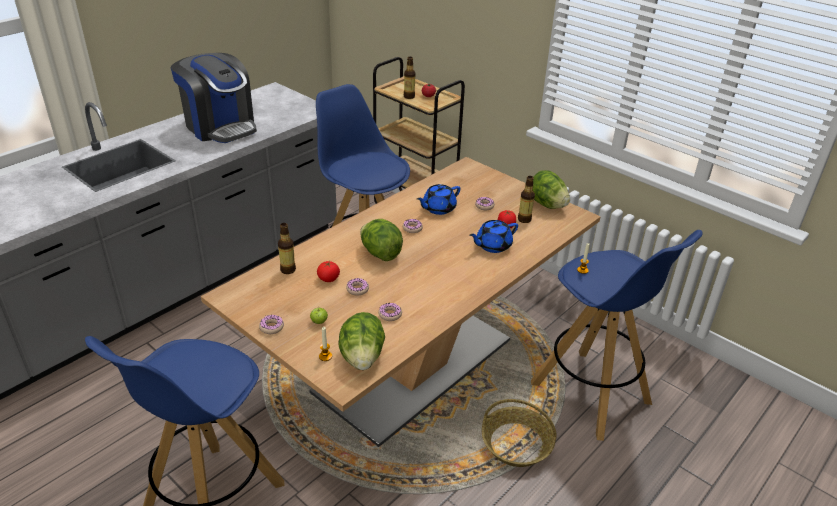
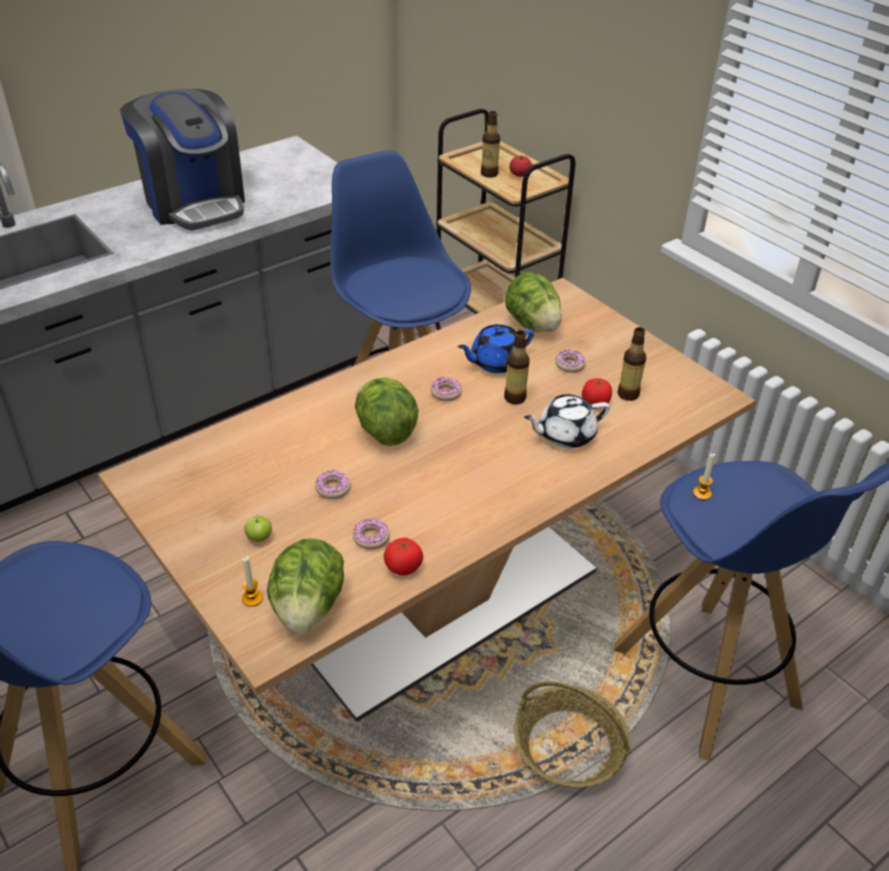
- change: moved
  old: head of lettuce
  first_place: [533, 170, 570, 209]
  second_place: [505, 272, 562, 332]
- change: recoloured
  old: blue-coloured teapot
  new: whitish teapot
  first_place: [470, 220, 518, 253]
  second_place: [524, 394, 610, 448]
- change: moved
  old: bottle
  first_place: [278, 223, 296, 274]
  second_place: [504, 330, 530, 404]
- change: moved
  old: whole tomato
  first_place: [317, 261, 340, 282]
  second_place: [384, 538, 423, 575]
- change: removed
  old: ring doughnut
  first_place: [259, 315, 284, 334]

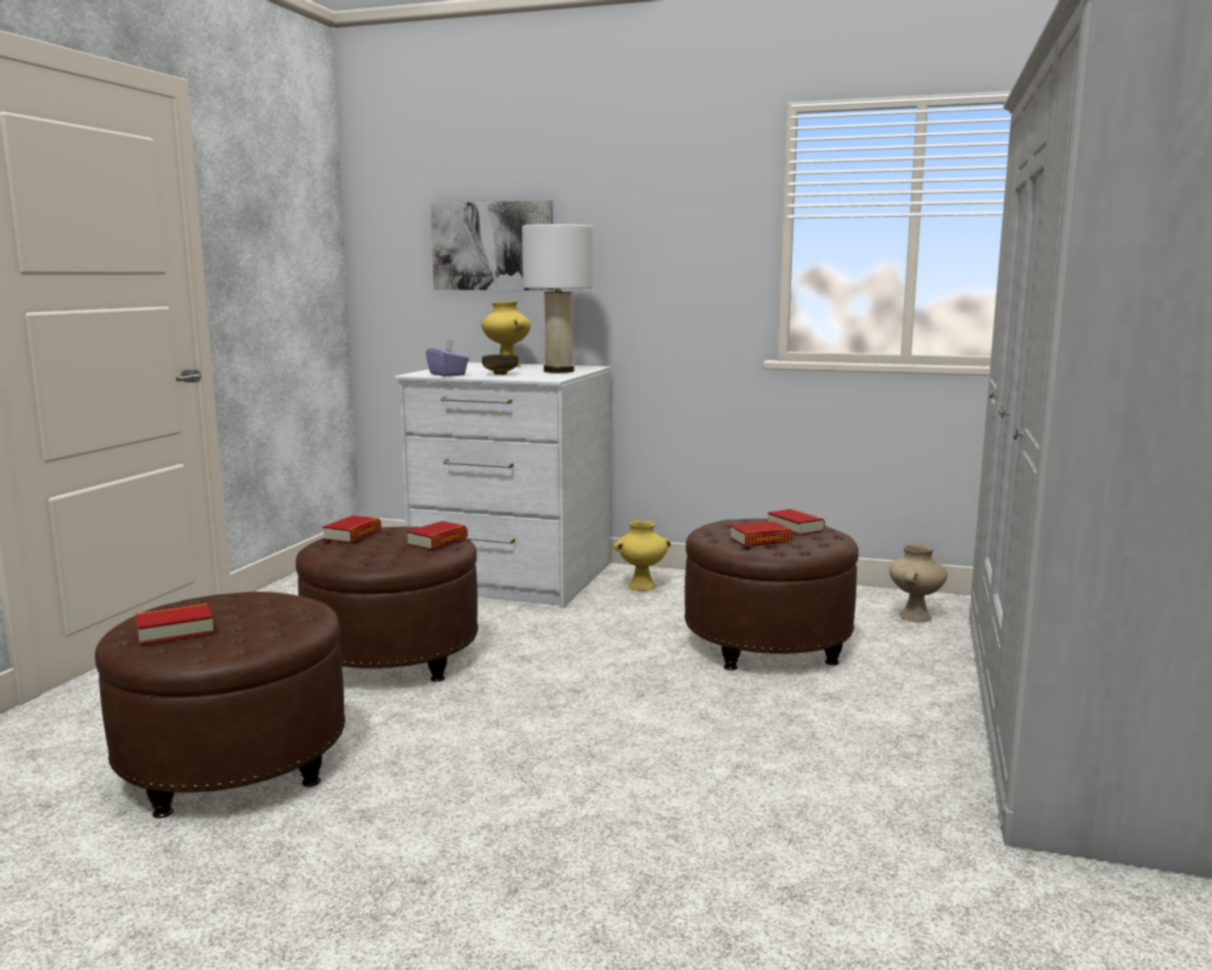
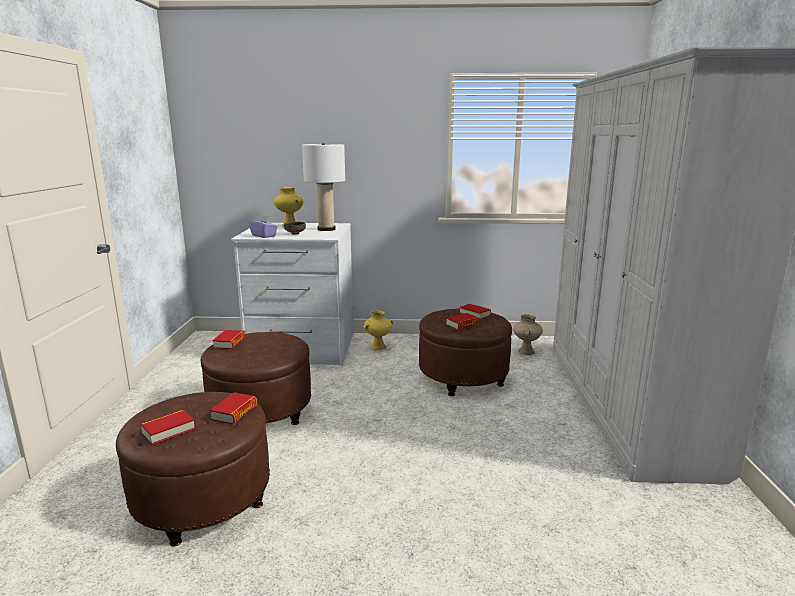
- change: removed
  old: wall picture
  first_place: [431, 200, 554, 290]
- change: moved
  old: bound book
  first_place: [406, 521, 468, 550]
  second_place: [210, 392, 258, 424]

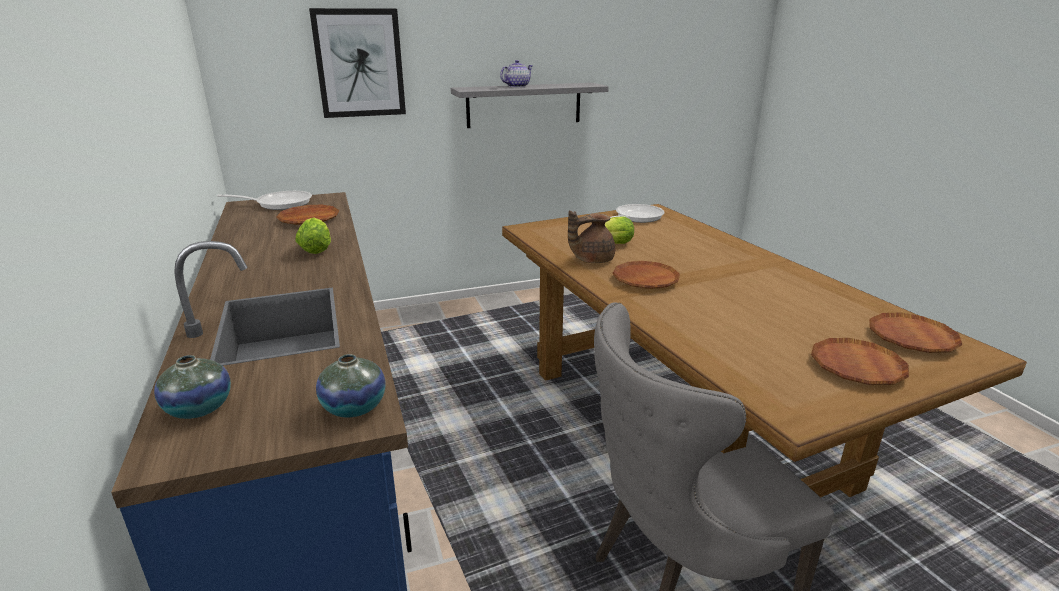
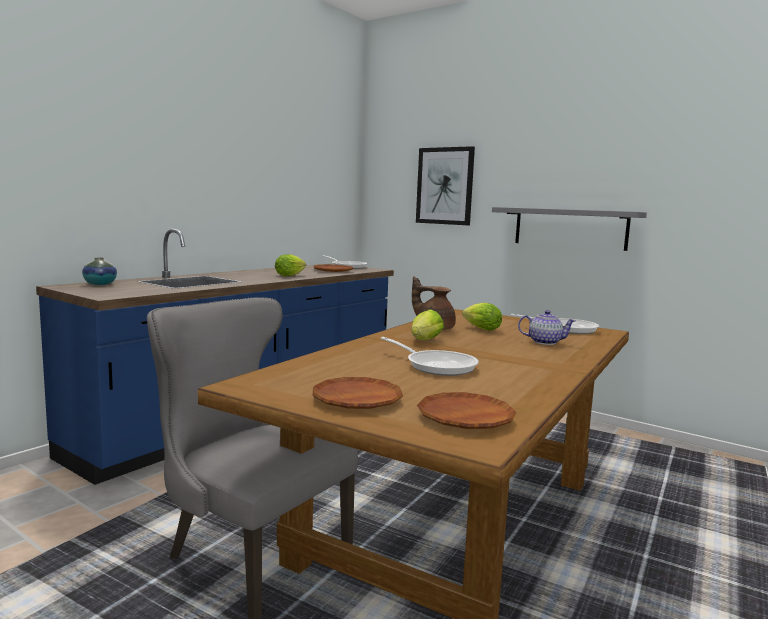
- change: moved
  old: teapot
  first_place: [500, 60, 533, 88]
  second_place: [518, 310, 576, 345]
- change: replaced
  old: brown-coloured dinner plate
  new: head of lettuce
  first_place: [612, 261, 680, 289]
  second_place: [411, 310, 444, 340]
- change: removed
  old: decorative vase
  first_place: [316, 354, 386, 418]
- change: added
  new: skillet
  second_place: [380, 337, 479, 376]

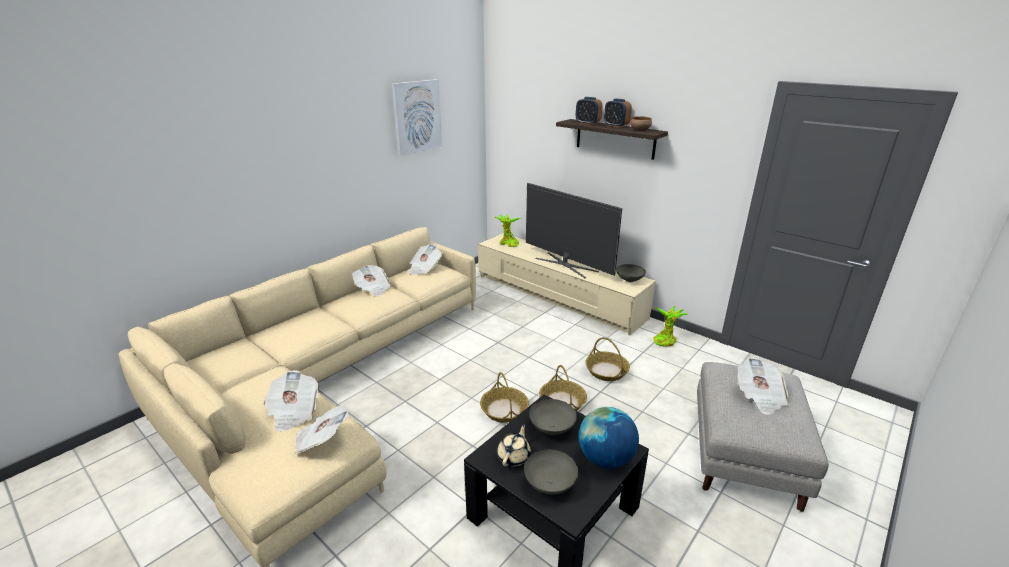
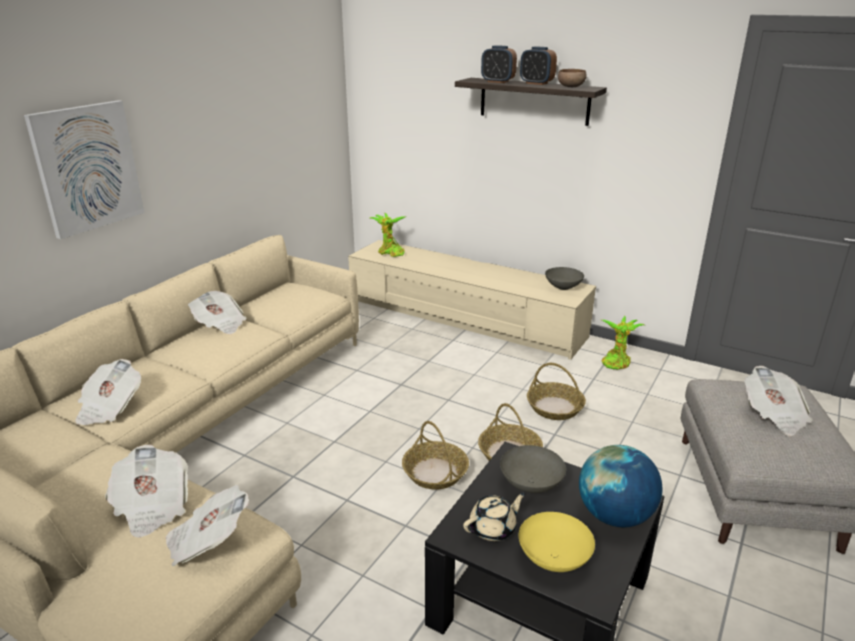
- change: moved
  old: wall picture
  first_place: [392, 79, 442, 156]
  second_place: [24, 100, 145, 239]
- change: removed
  old: television
  first_place: [526, 183, 622, 278]
- change: moved
  old: newspaper
  first_place: [409, 244, 442, 274]
  second_place: [75, 359, 141, 425]
- change: turned
  old: beige teapot
  first_place: [497, 423, 531, 466]
  second_place: [463, 492, 526, 541]
  degrees: 45
- change: recoloured
  old: grey deep dish
  new: yellow-coloured deep dish
  first_place: [524, 450, 578, 495]
  second_place: [519, 512, 595, 572]

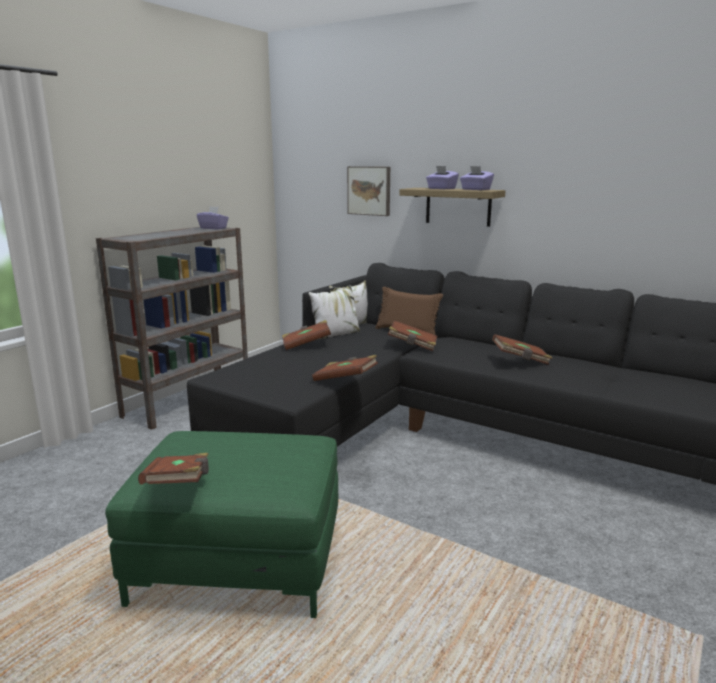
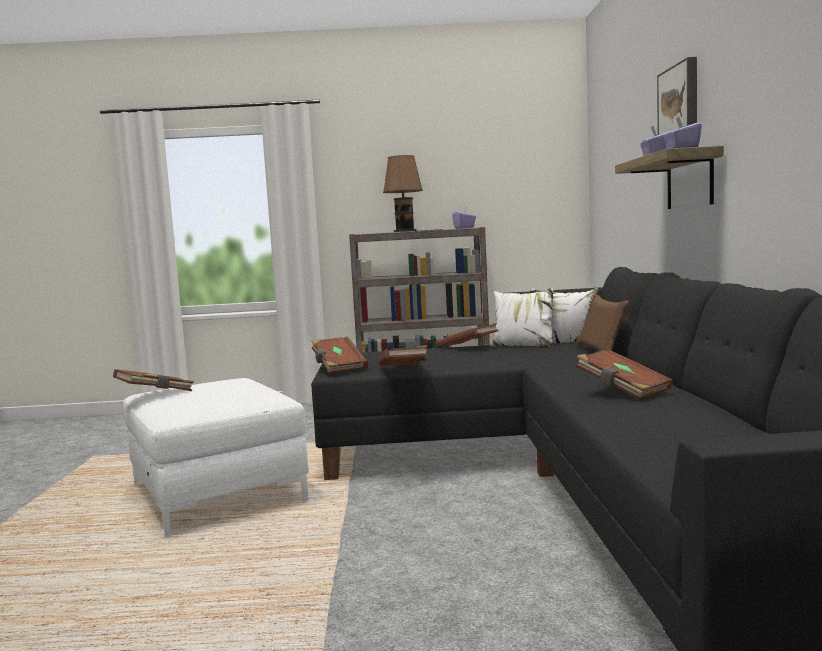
- change: moved
  old: wall picture
  first_place: [347, 166, 390, 216]
  second_place: [657, 57, 697, 135]
- change: moved
  old: brown-coloured bound book
  first_place: [388, 320, 437, 351]
  second_place: [311, 337, 368, 374]
- change: recoloured
  old: green pouffe
  new: whitish pouffe
  first_place: [105, 431, 339, 618]
  second_place: [123, 378, 309, 537]
- change: added
  new: brown-coloured tabletop lamp
  second_place: [383, 155, 442, 232]

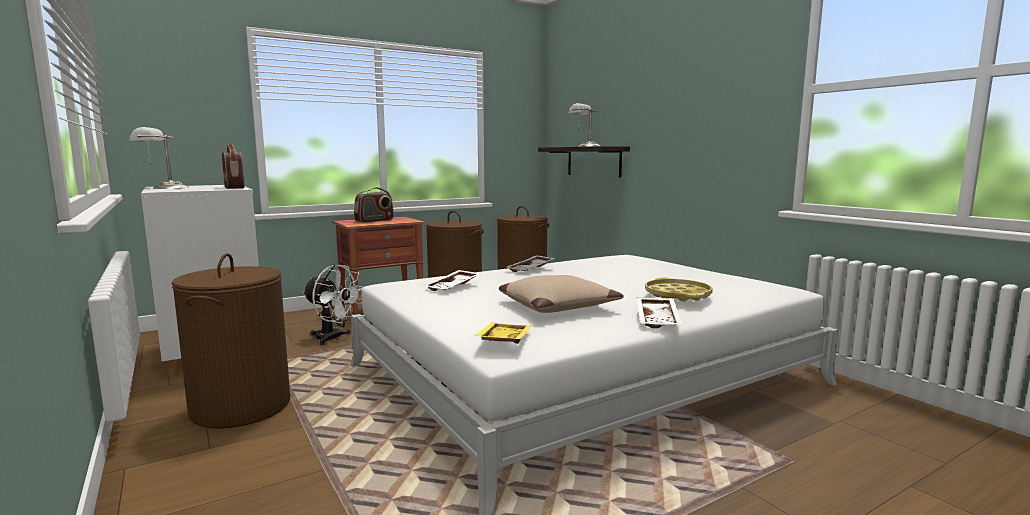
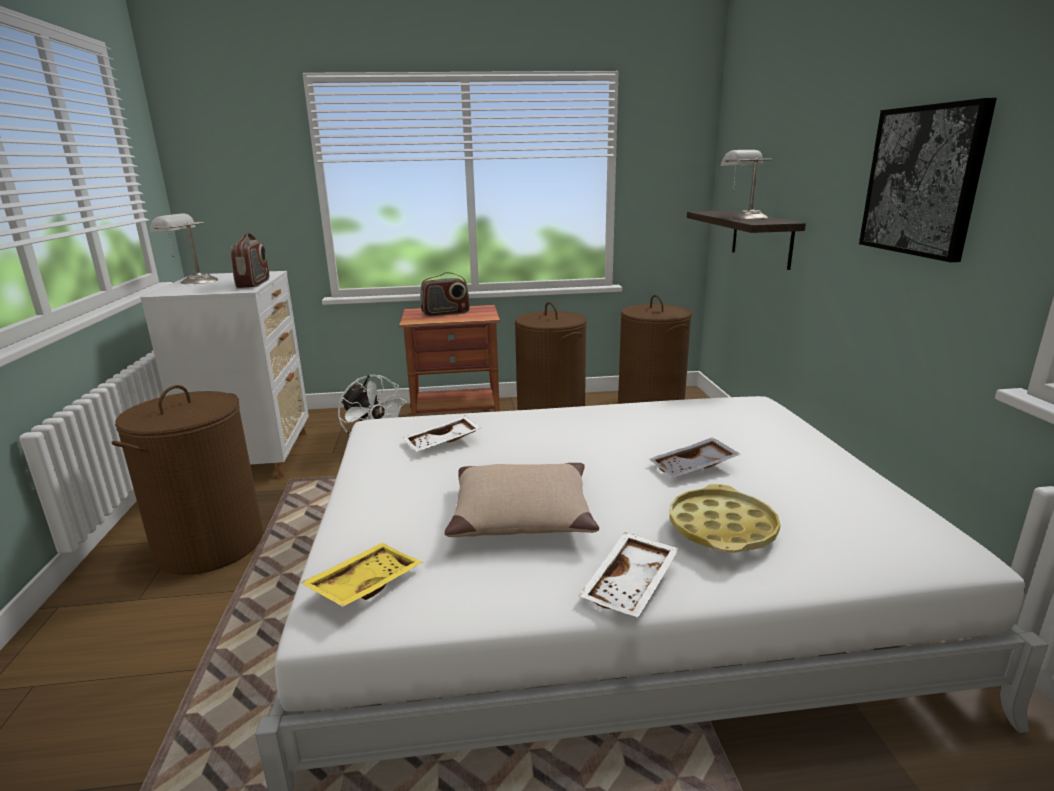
- change: moved
  old: grey serving tray
  first_place: [507, 255, 555, 272]
  second_place: [649, 437, 740, 477]
- change: added
  new: wall picture
  second_place: [859, 98, 997, 262]

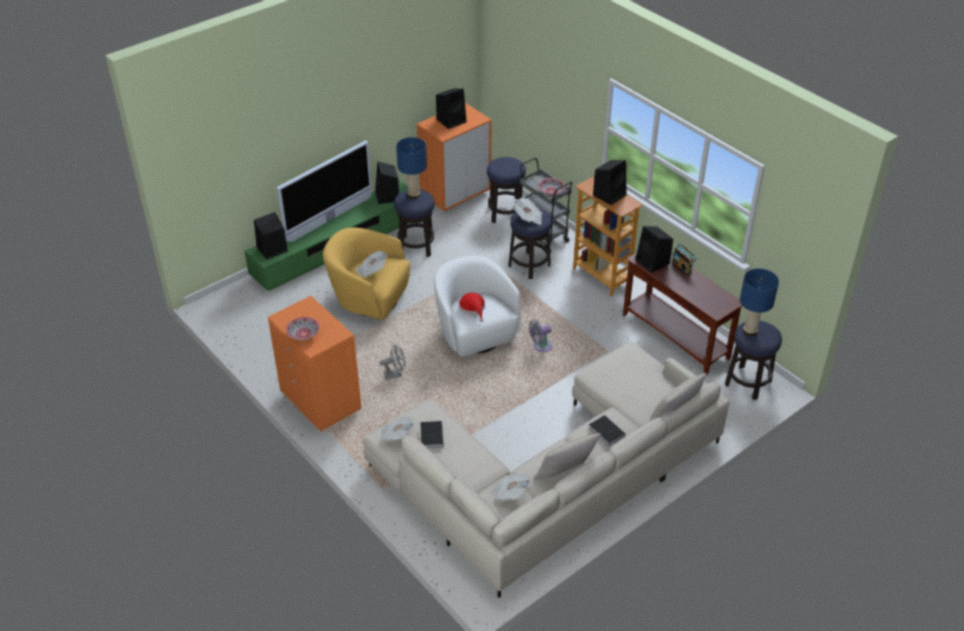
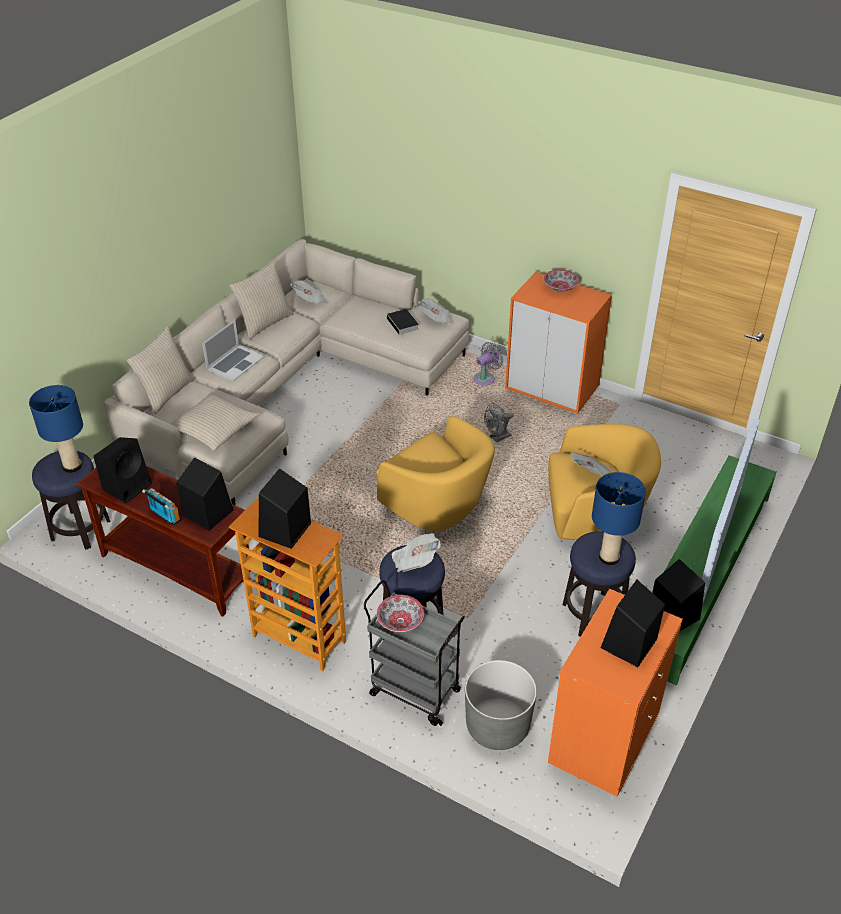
- change: replaced
  old: stool
  new: grey plant pot
  first_place: [487, 157, 526, 223]
  second_place: [465, 660, 537, 750]
- change: moved
  old: black-coloured speaker
  first_place: [254, 212, 288, 259]
  second_place: [93, 437, 152, 503]
- change: recoloured
  old: whitish armchair
  new: yellow-coloured armchair
  first_place: [434, 256, 521, 357]
  second_place: [376, 416, 495, 531]
- change: removed
  old: red-coloured clothing hat
  first_place: [459, 293, 485, 322]
- change: moved
  old: grey cooling fan
  first_place: [529, 319, 553, 352]
  second_place: [473, 342, 503, 386]
- change: replaced
  old: bound book
  new: portable computer
  first_place: [588, 415, 625, 447]
  second_place: [202, 320, 265, 382]
- change: added
  new: beige cushion
  second_place: [169, 392, 260, 451]

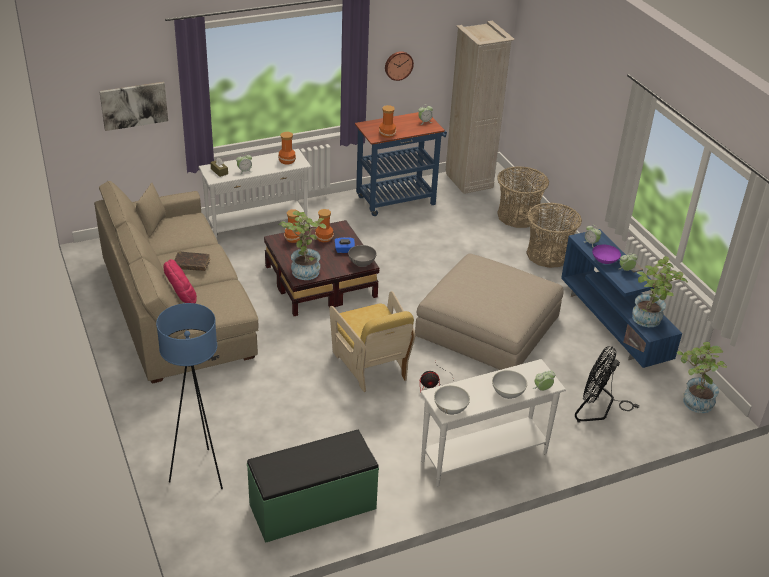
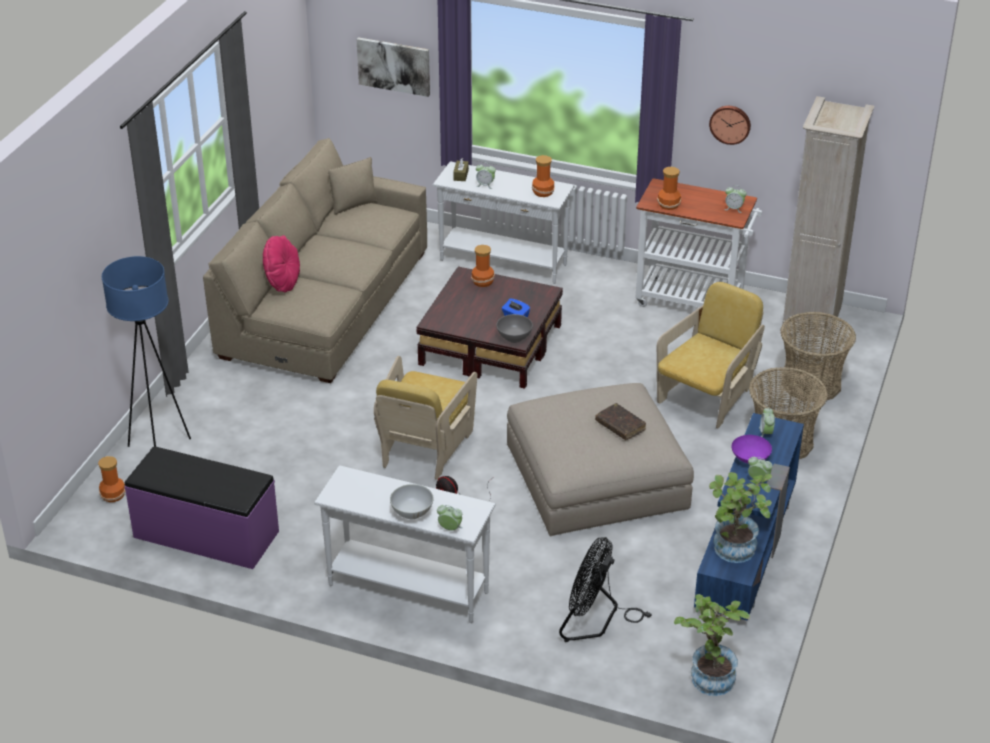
- change: recoloured
  old: blue-coloured wheeled cart
  new: whitish wheeled cart
  first_place: [355, 112, 447, 216]
  second_place: [635, 178, 762, 307]
- change: moved
  old: decorative vase
  first_place: [315, 209, 334, 242]
  second_place: [98, 456, 126, 502]
- change: removed
  old: plant in a pot
  first_place: [279, 211, 326, 280]
- change: moved
  old: brown-coloured bound book
  first_place: [174, 251, 210, 271]
  second_place: [595, 403, 646, 440]
- change: turned
  old: black-coloured cooling fan
  first_place: [575, 346, 640, 422]
  second_place: [559, 537, 651, 642]
  degrees: -45
- change: removed
  old: whitish deep dish
  first_place: [434, 385, 470, 415]
- change: recoloured
  old: green bench
  new: purplish bench
  first_place: [247, 430, 379, 543]
  second_place: [125, 446, 279, 569]
- change: added
  new: yellow-coloured armchair
  second_place: [657, 282, 765, 428]

